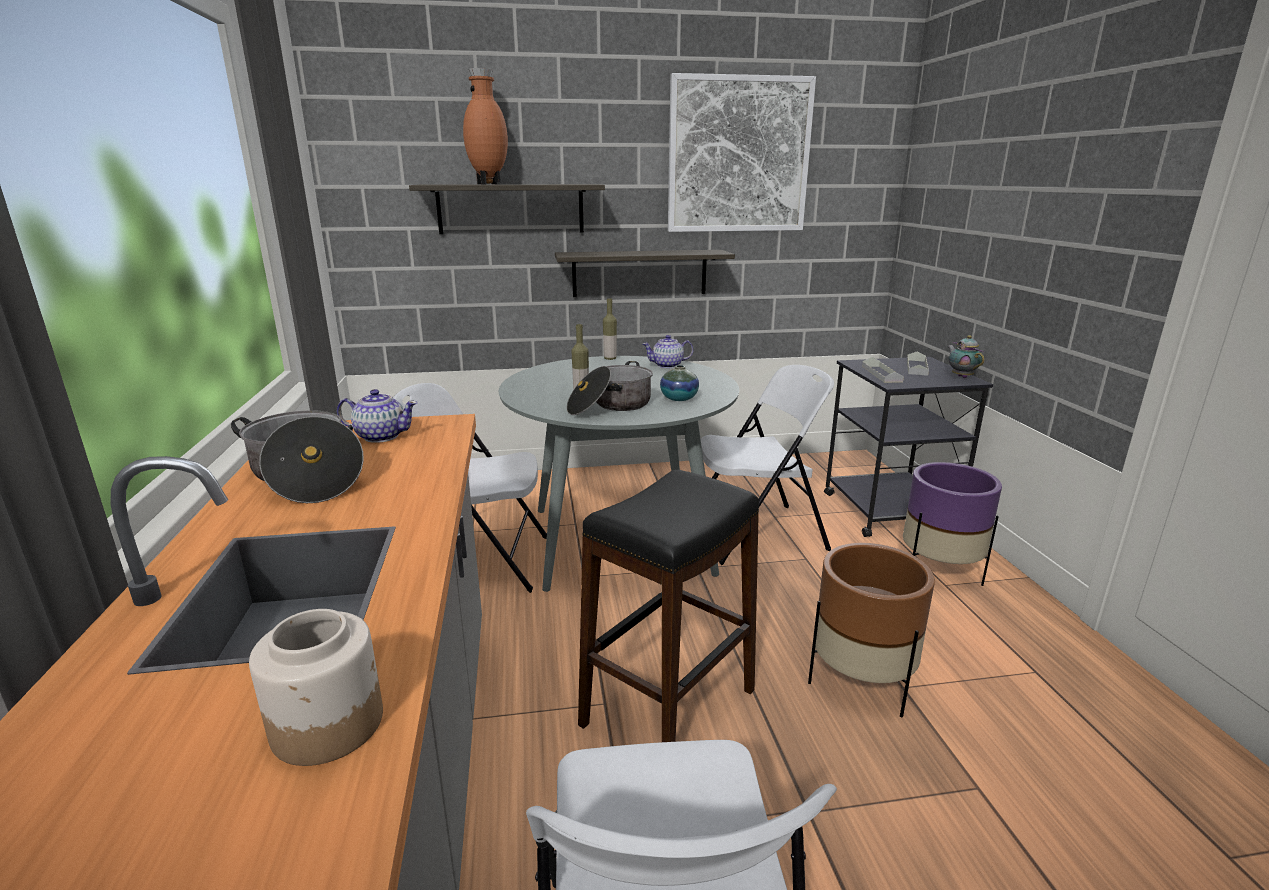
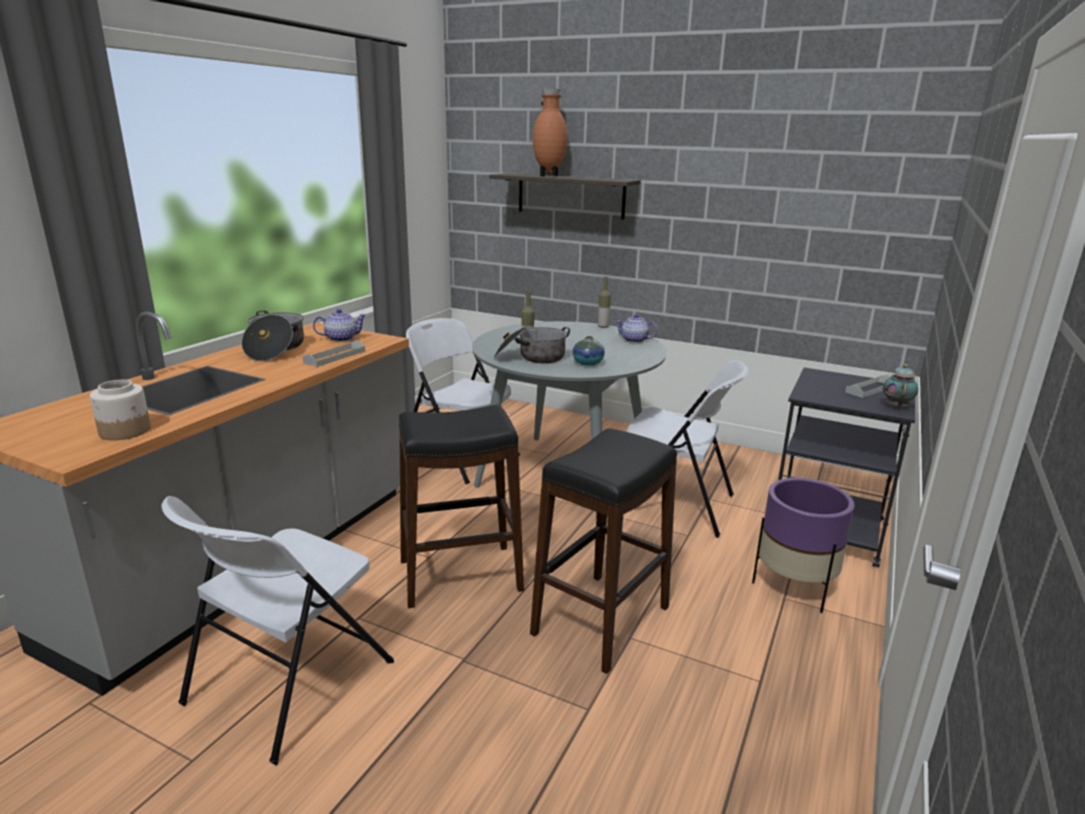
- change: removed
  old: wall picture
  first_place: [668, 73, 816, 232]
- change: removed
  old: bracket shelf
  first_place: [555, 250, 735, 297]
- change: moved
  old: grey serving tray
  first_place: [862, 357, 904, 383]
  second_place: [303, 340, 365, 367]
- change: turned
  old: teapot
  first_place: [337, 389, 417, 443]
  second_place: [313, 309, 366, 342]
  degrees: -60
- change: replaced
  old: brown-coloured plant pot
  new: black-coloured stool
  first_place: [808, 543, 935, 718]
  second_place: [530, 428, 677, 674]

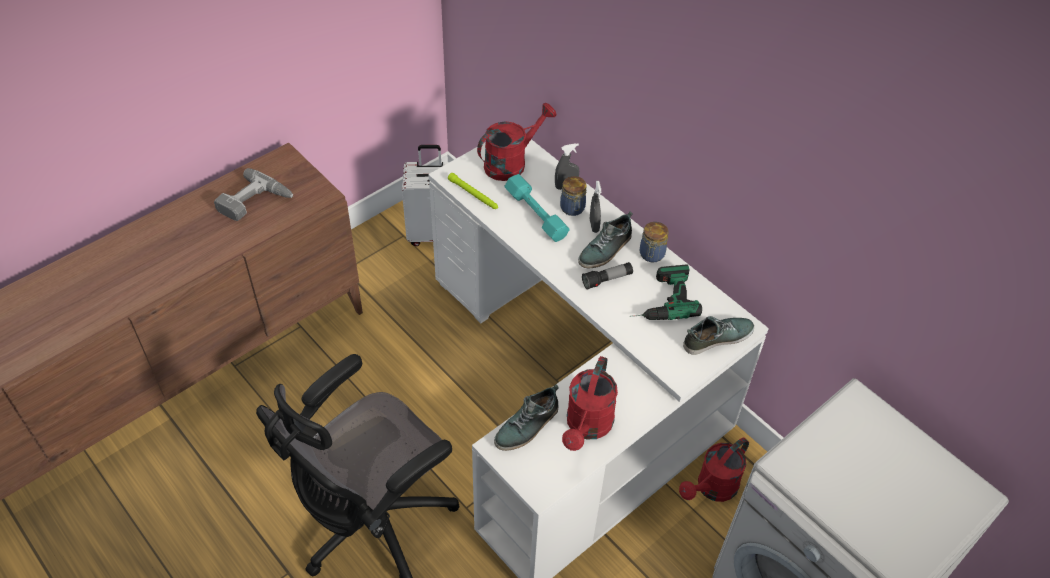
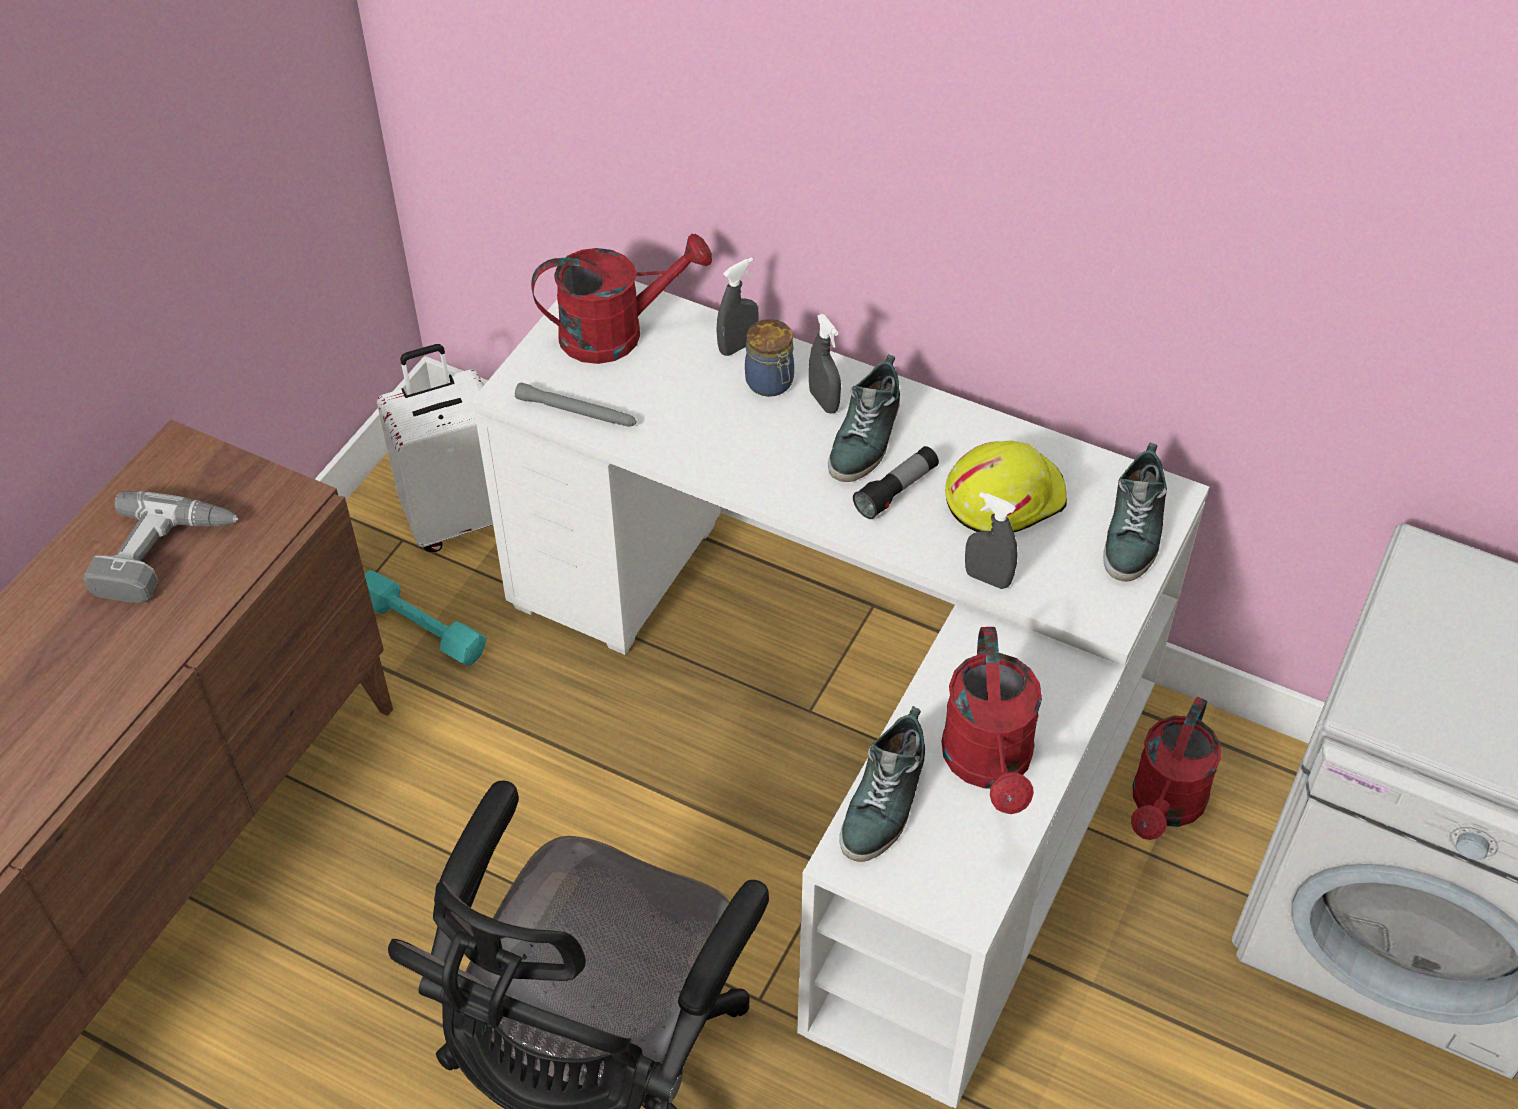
- change: turned
  old: red-coloured sprinkling can
  first_place: [477, 103, 557, 181]
  second_place: [531, 234, 712, 364]
  degrees: 45
- change: recoloured
  old: green hand torch
  new: grey hand torch
  first_place: [448, 173, 498, 209]
  second_place: [515, 383, 637, 427]
- change: moved
  old: blue-green free weight
  first_place: [504, 174, 570, 242]
  second_place: [364, 570, 487, 666]
- change: removed
  old: jar
  first_place: [640, 222, 669, 262]
- change: replaced
  old: drill
  new: yellow-coloured hard hat
  first_place: [629, 264, 702, 320]
  second_place: [945, 441, 1067, 532]
- change: turned
  old: shoe
  first_place: [683, 316, 754, 355]
  second_place: [1103, 442, 1167, 581]
  degrees: 150
- change: added
  new: grey hand sprayer
  second_place: [965, 492, 1018, 589]

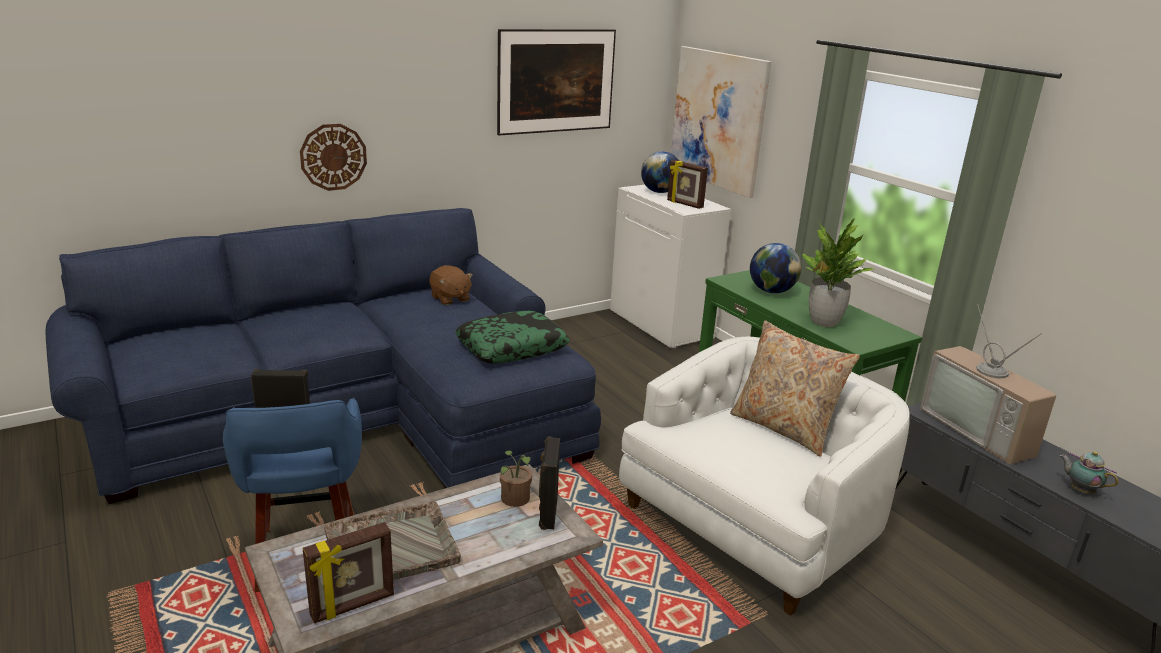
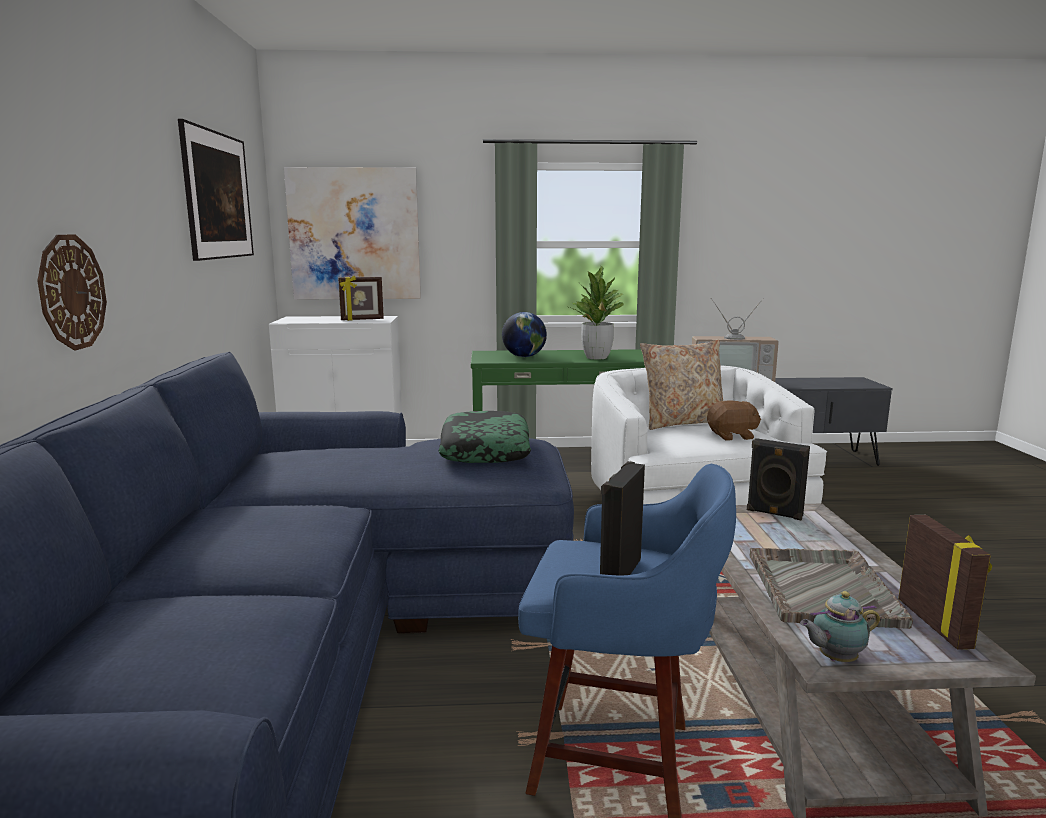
- change: removed
  old: globe
  first_place: [641, 151, 679, 193]
- change: moved
  old: brown-coloured plush toy
  first_place: [429, 265, 473, 305]
  second_place: [707, 400, 761, 441]
- change: removed
  old: plant in a pot
  first_place: [500, 451, 532, 507]
- change: moved
  old: teapot
  first_place: [1060, 451, 1119, 494]
  second_place: [800, 591, 880, 662]

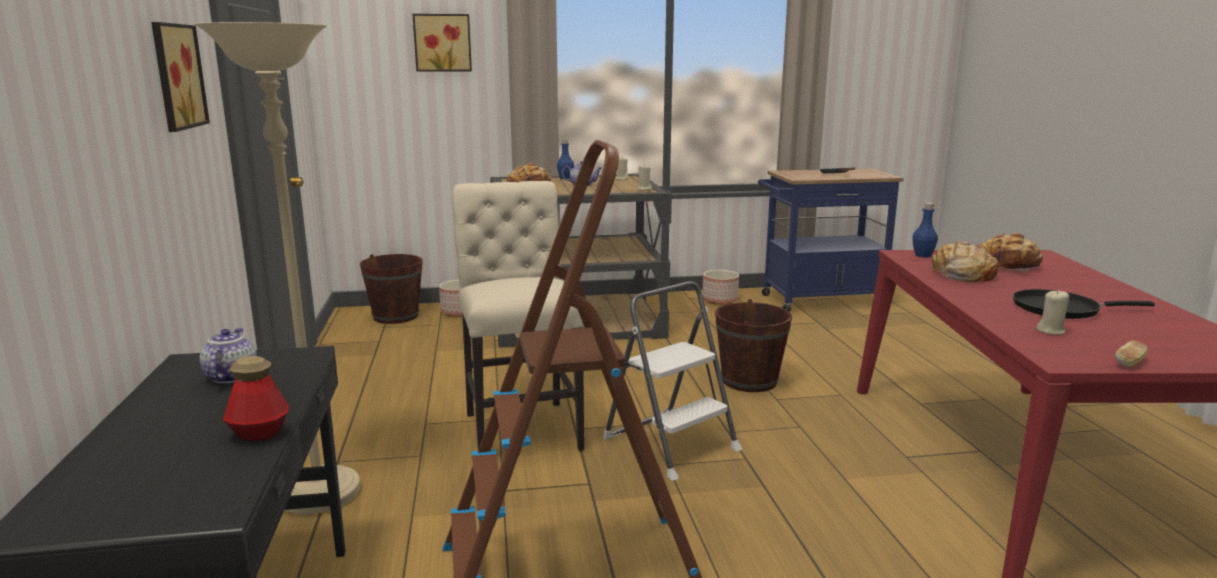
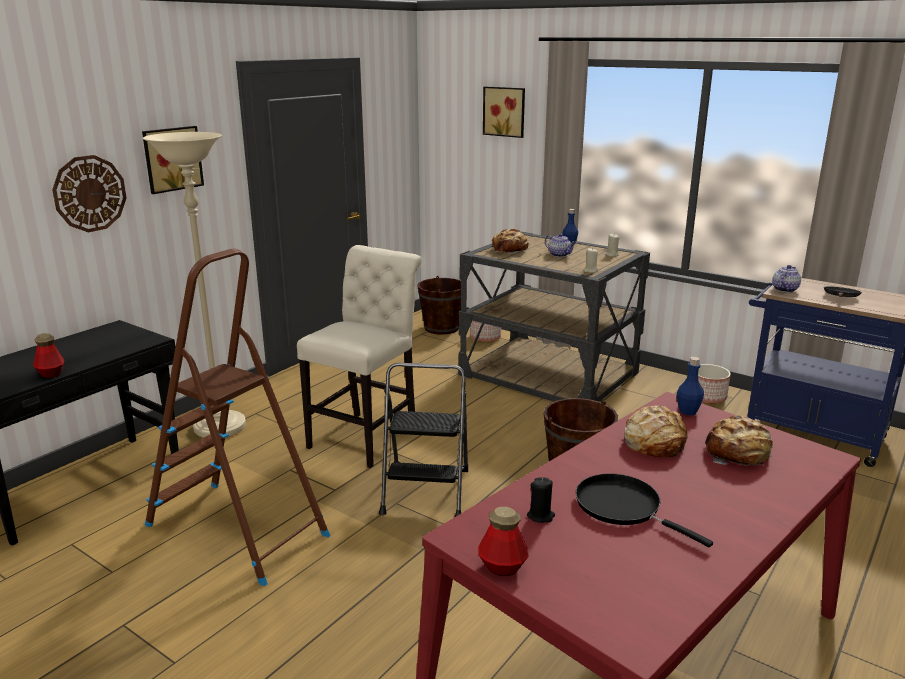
- change: recoloured
  old: whitish step ladder
  new: black-coloured step ladder
  first_place: [603, 281, 742, 481]
  second_place: [379, 363, 468, 517]
- change: recoloured
  old: beige wax light
  new: black-coloured wax light
  first_place: [1036, 290, 1069, 335]
  second_place: [527, 477, 555, 523]
- change: moved
  old: teapot
  first_place: [199, 328, 257, 383]
  second_place: [772, 265, 801, 293]
- change: replaced
  old: bread
  new: bottle
  first_place: [1115, 341, 1148, 367]
  second_place: [478, 507, 529, 576]
- change: added
  new: hanging clock
  second_place: [52, 155, 127, 232]

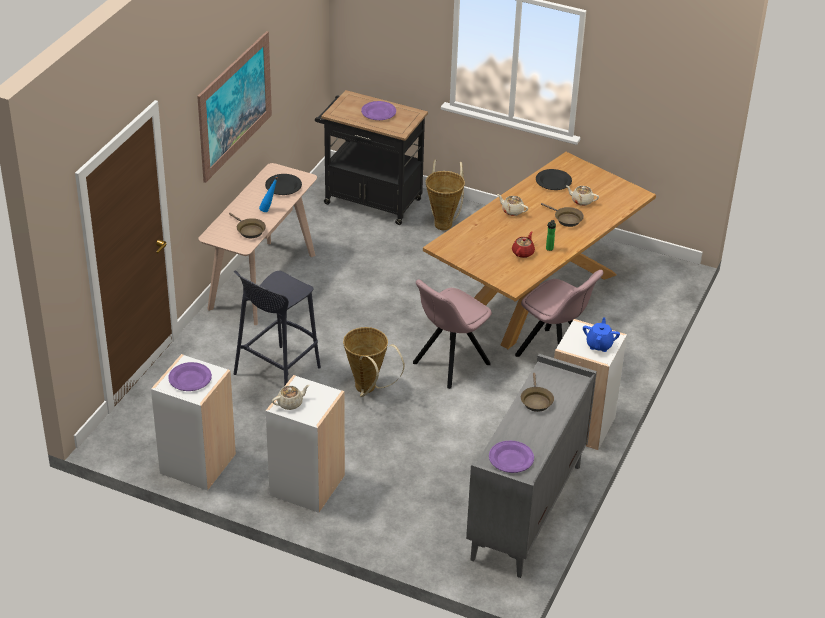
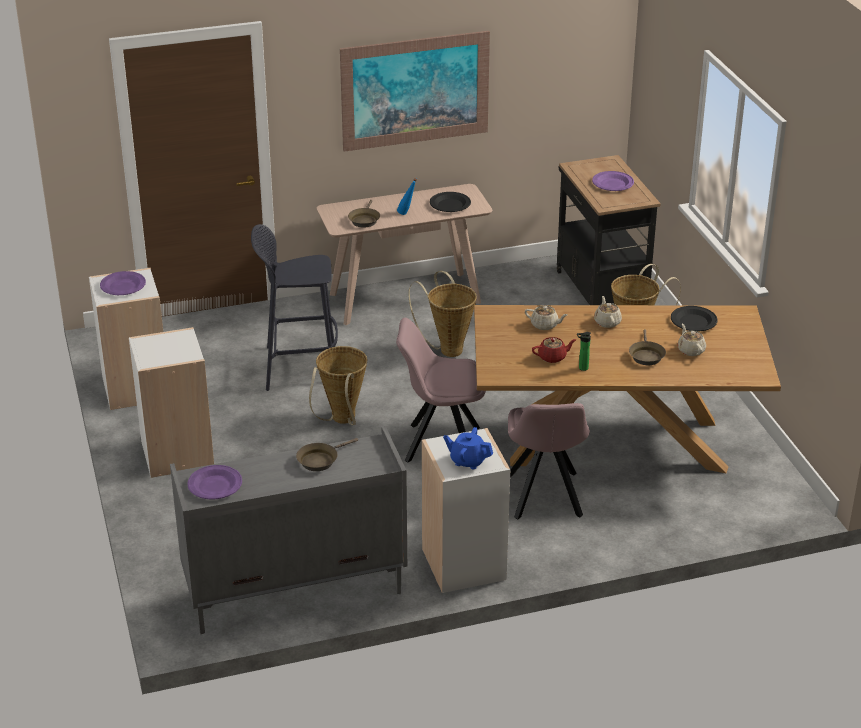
- change: turned
  old: blue-coloured teapot
  first_place: [583, 317, 620, 352]
  second_place: [443, 427, 493, 469]
  degrees: -135
- change: moved
  old: beige teapot
  first_place: [272, 385, 309, 410]
  second_place: [525, 305, 568, 330]
- change: added
  new: basket
  second_place: [408, 271, 477, 357]

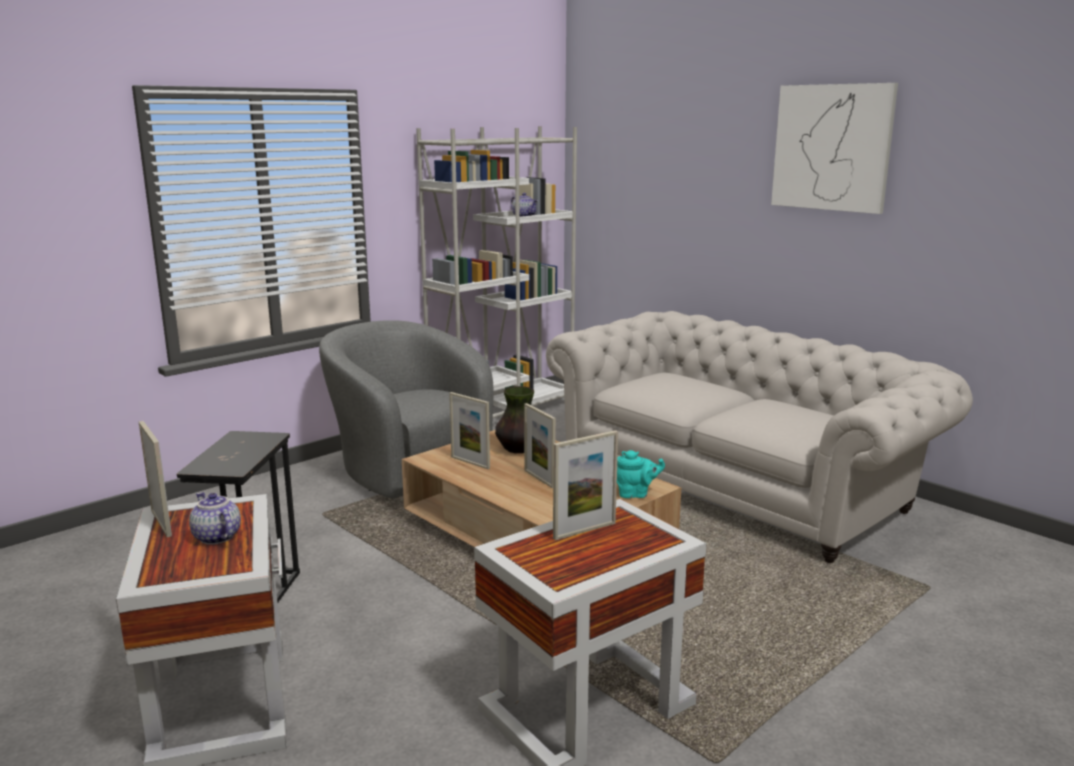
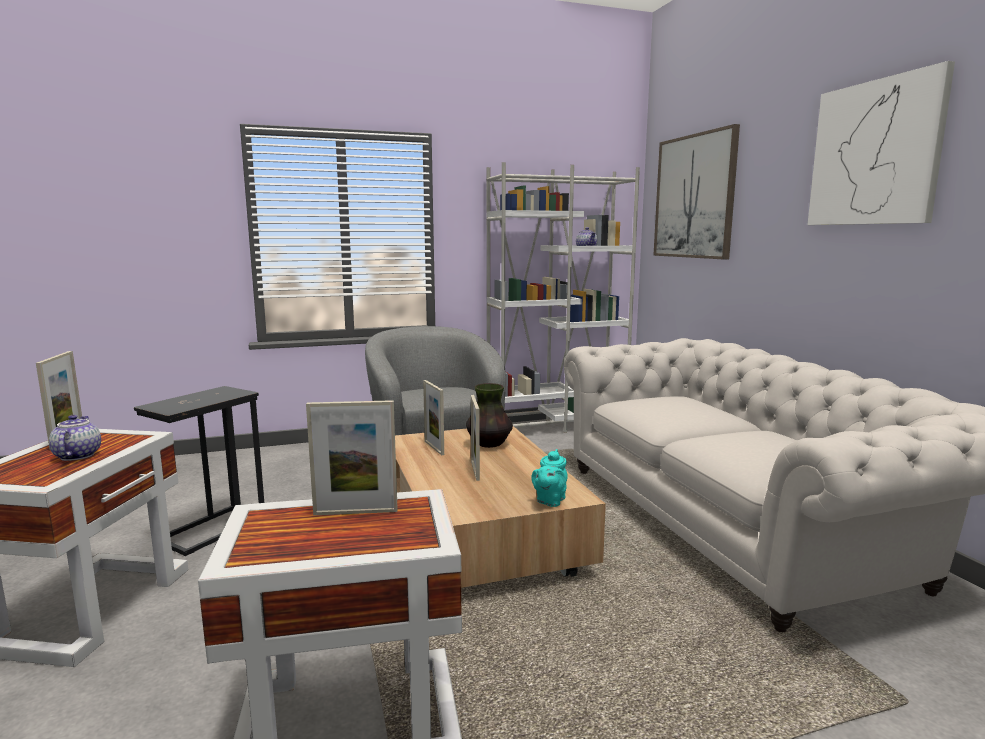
- change: turned
  old: blue-green teapot
  first_place: [617, 450, 665, 498]
  second_place: [531, 449, 568, 507]
  degrees: 90
- change: added
  new: wall picture
  second_place: [653, 124, 740, 259]

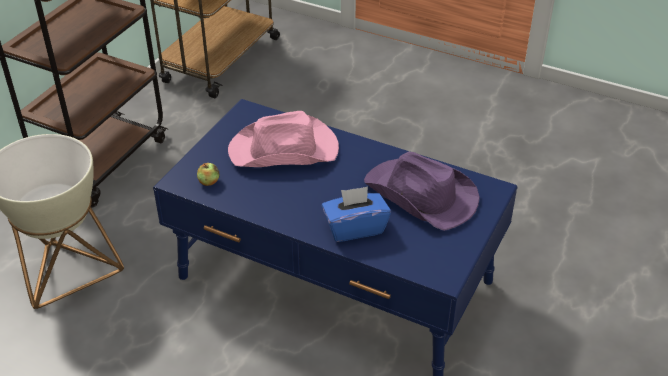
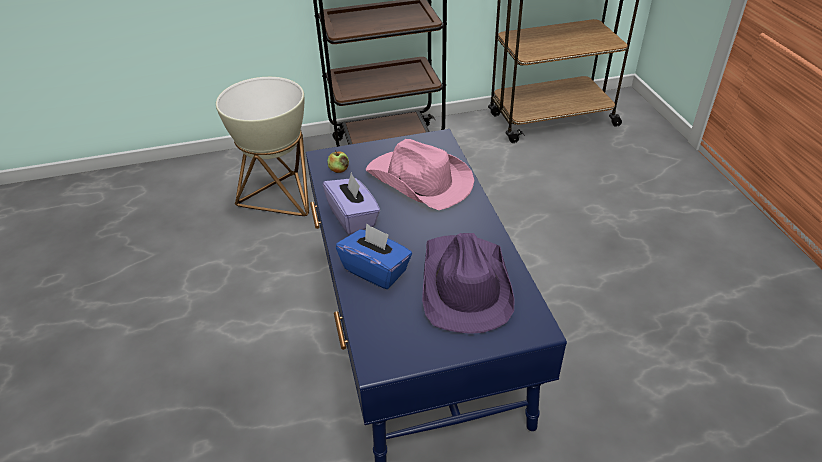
- change: added
  new: purplish tissue holder
  second_place: [323, 172, 380, 235]

